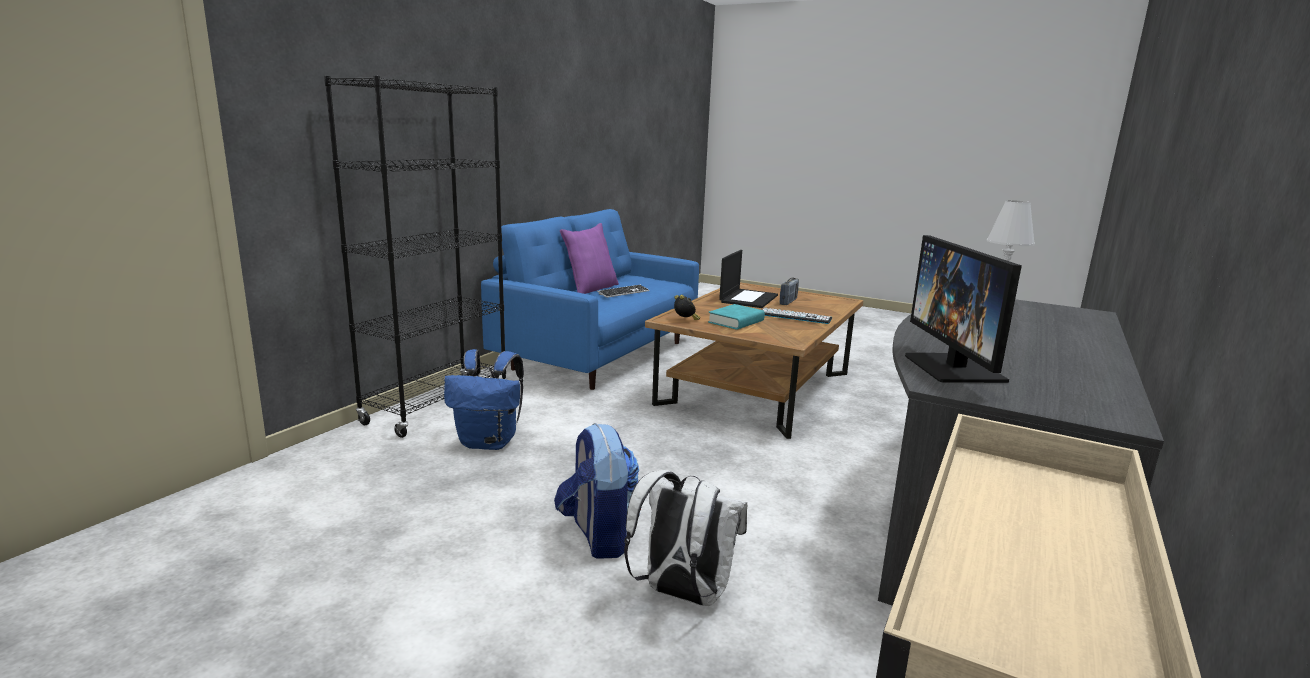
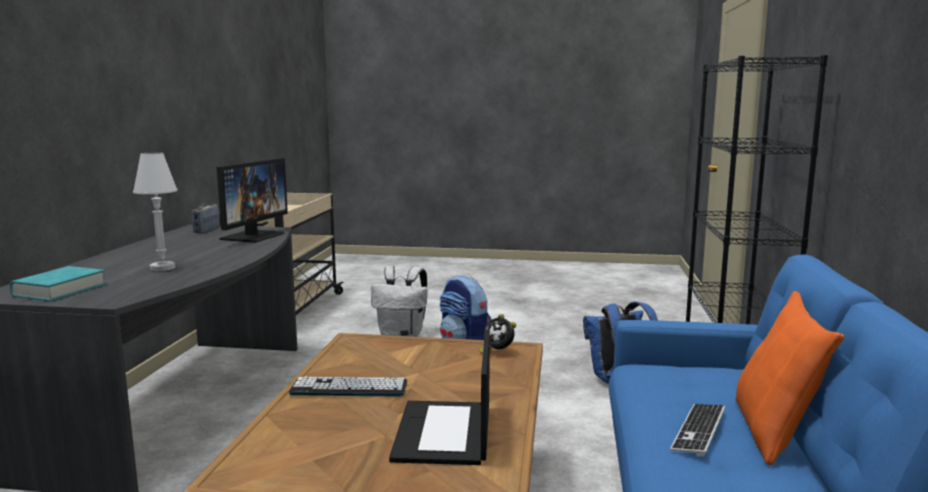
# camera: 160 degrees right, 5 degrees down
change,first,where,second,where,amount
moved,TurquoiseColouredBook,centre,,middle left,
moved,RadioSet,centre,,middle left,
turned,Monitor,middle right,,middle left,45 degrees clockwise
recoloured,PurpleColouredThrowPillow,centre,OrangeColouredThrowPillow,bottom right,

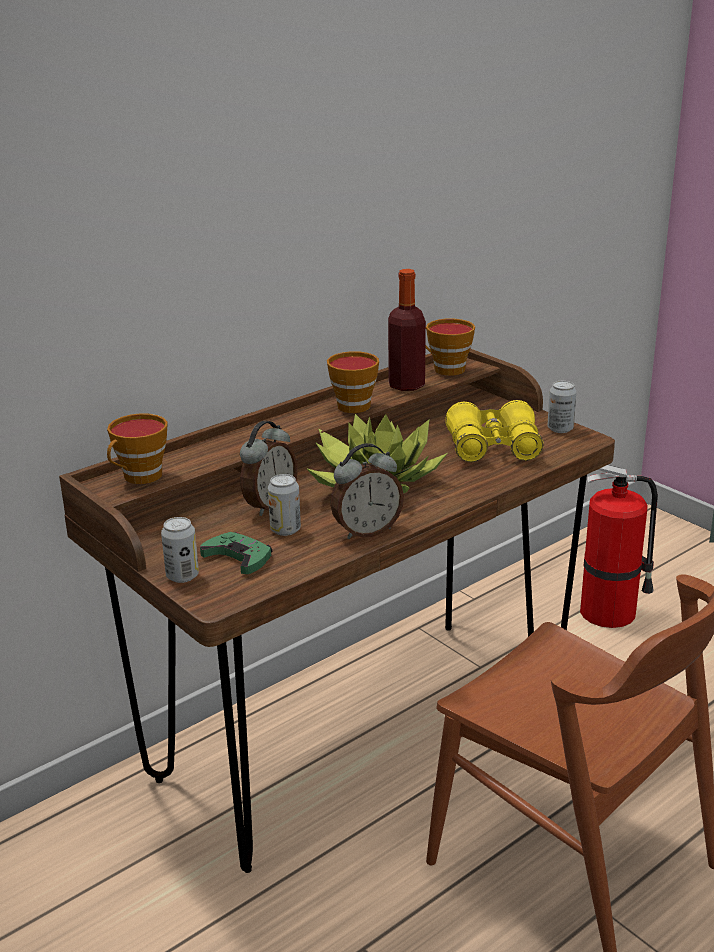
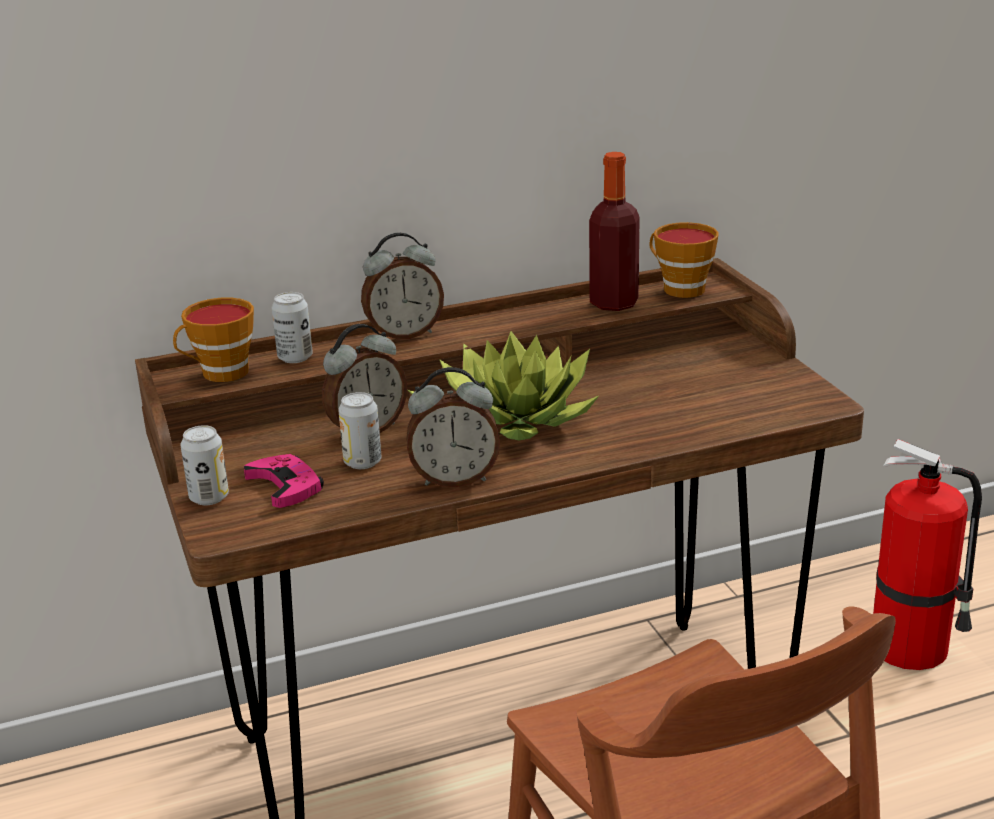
# camera: 20 degrees right, 0 degrees up
change,first,where,second,where,amount
recoloured,GreenColouredGameController,middle left,PinkGameController,middle left,
moved,MetalCan (3rd from left in the first image),middle right,MetalCan (2nd from left),middle left,
added,,,TableClock (2nd from left),centre,
removed,DrinkingCup (2nd from left),centre,,,
removed,YellowFieldGlasses,middle right,,,

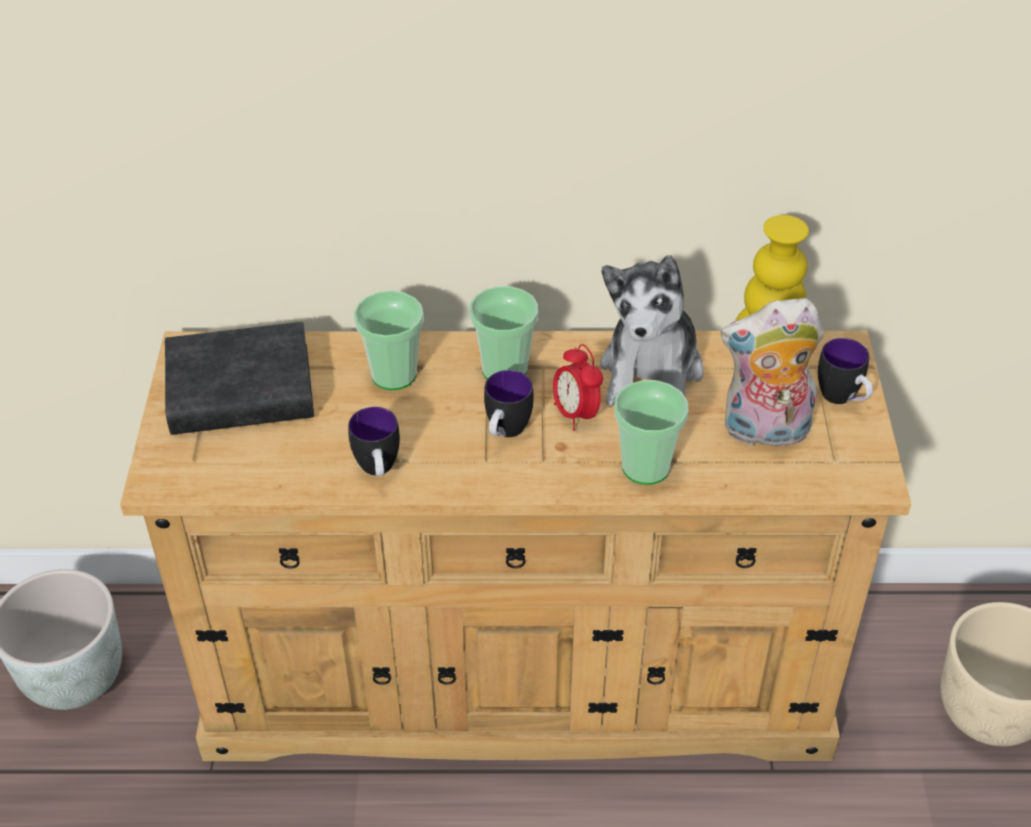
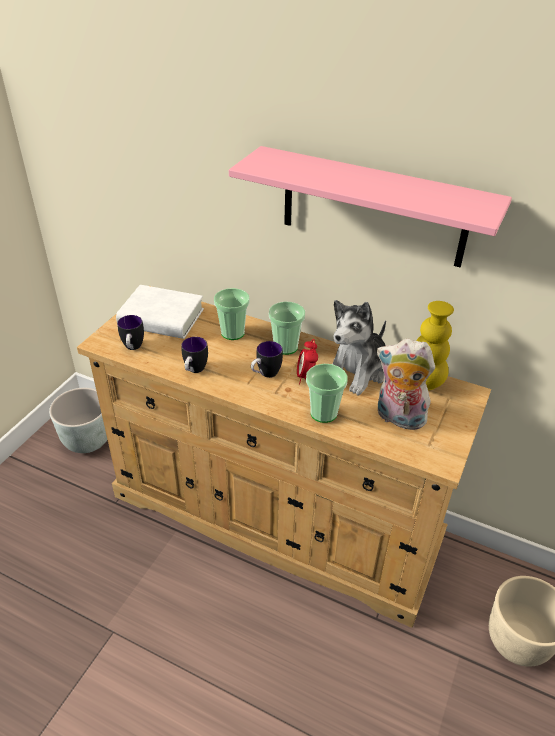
# camera: 25 degrees right, 5 degrees down
change,first,where,second,where,amount
recoloured,BlackColouredBook,middle left,WhiteBook,middle left,
moved,TeaMug (3rd from left in the first image),middle right,TeaMug (1st from left),middle left,
added,,,PinkShelf,top right,

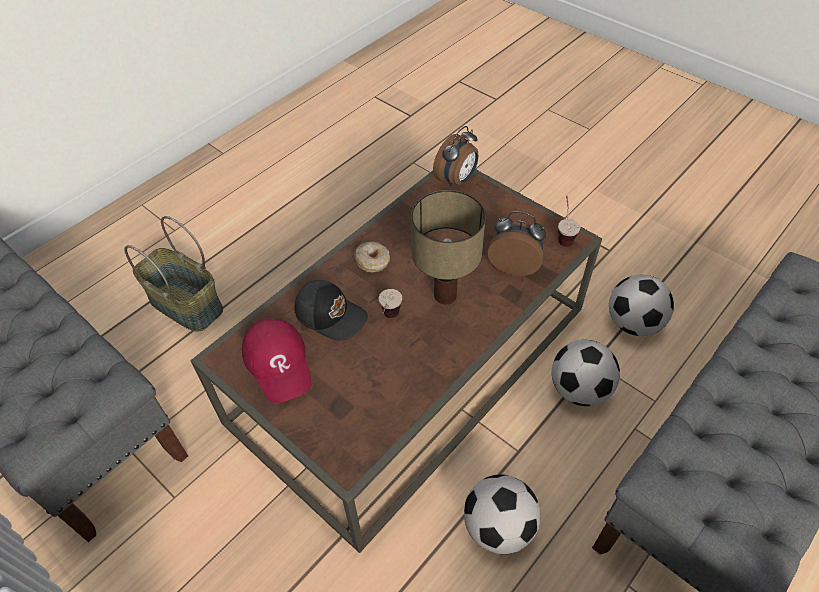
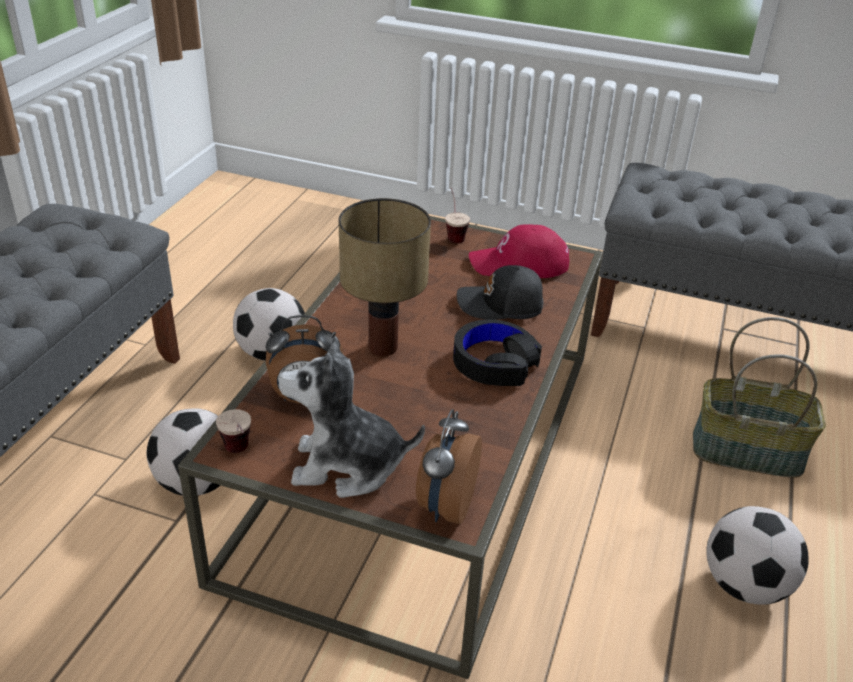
# camera: 155 degrees right, 15 degrees down
change,first,where,second,where,amount
added,,,PlushToy,centre,
moved,DrinkingCup (1st from left in the first image),centre,DrinkingCup (2nd from left),top centre,
replaced,RingDoughnut,centre,BlackColouredHeadset,centre,
turned,RedColouredCap,centre,,centre,45 degrees counterclockwise
moved,BallForFootball (3rd from left),middle right,,bottom right,

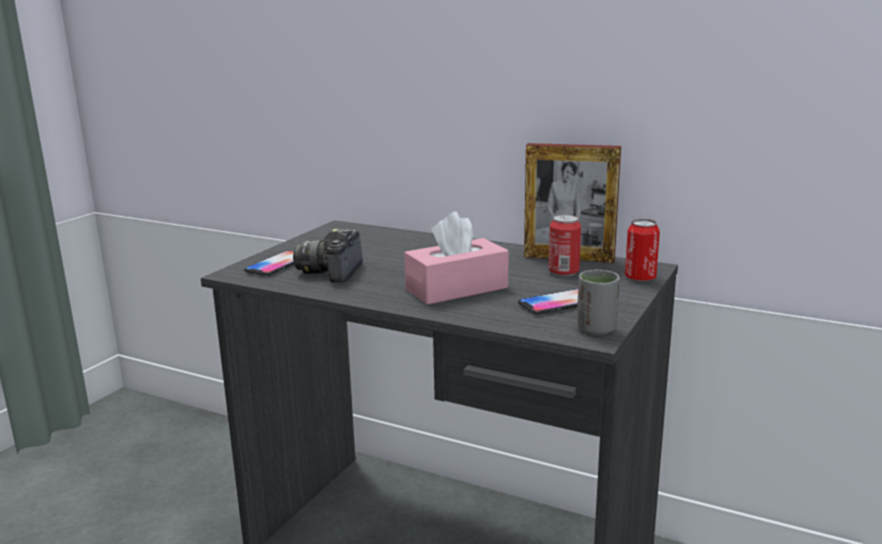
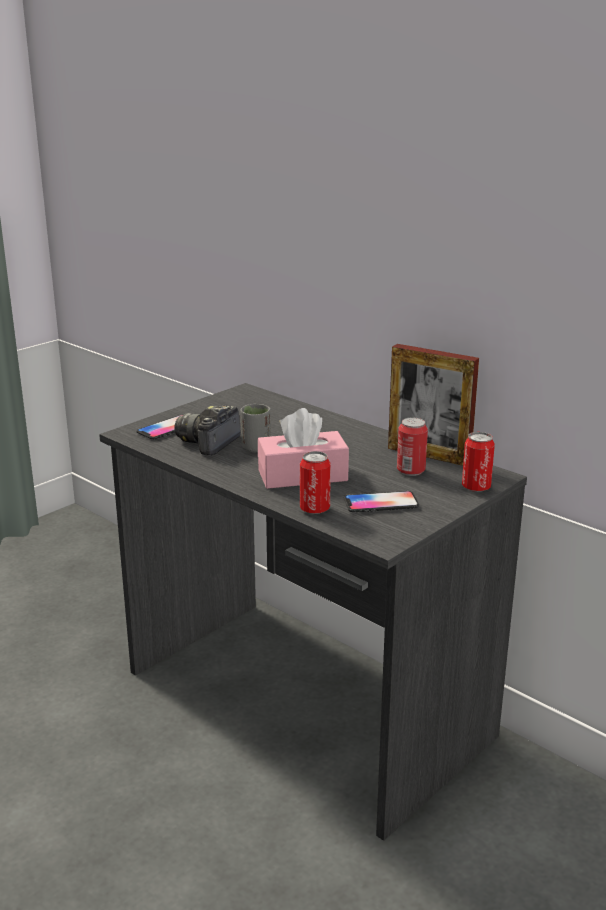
# camera: 15 degrees right, 5 degrees up
change,first,where,second,where,amount
moved,GreyDrinkingCup,middle right,,centre,
added,,,MetalCan (1st from left),centre,

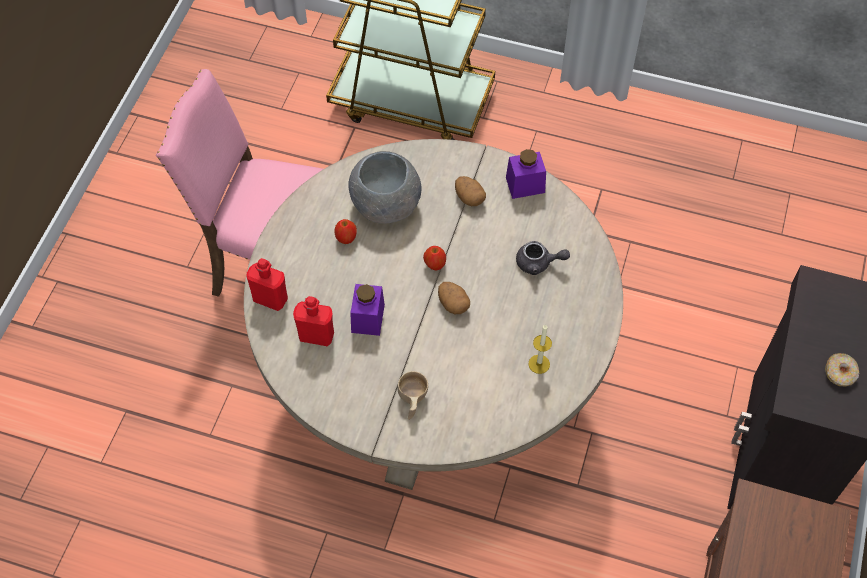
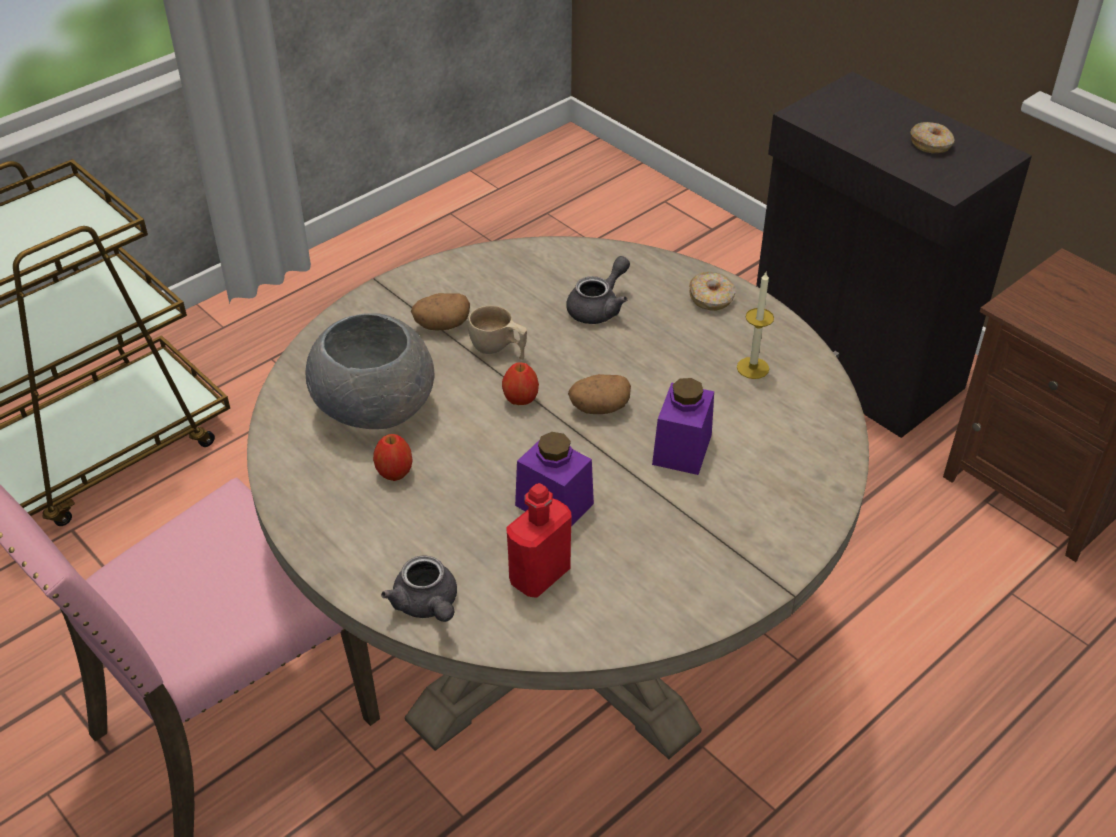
# camera: 60 degrees left, 15 degrees down
change,first,where,second,where,amount
replaced,RedColouredDrinkBottle (1st from left),middle left,GreyTeaPot (1st from left),bottom centre,
moved,BeigeColouredDrinkingCup,bottom centre,,centre,
moved,PurpleColouredStorageJar (2nd from left),top centre,,centre,
added,,,RingDoughnut (1st from left),centre,

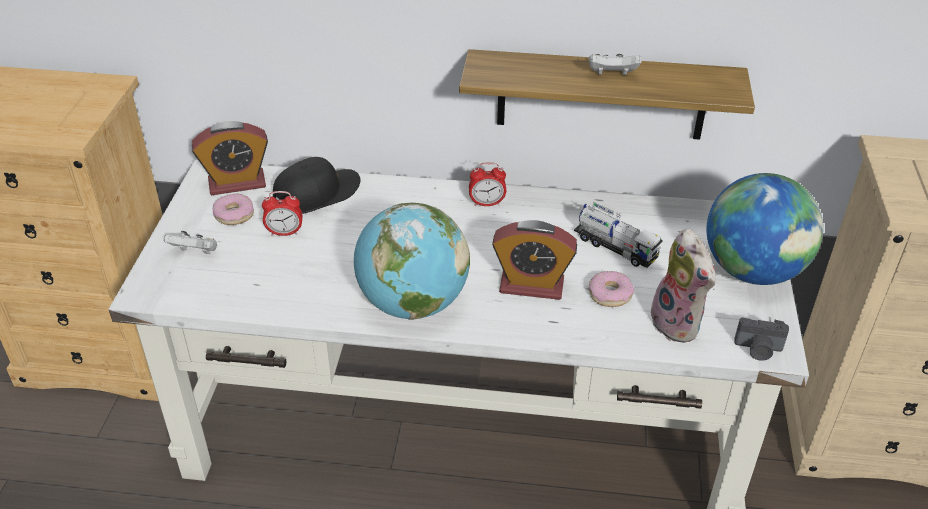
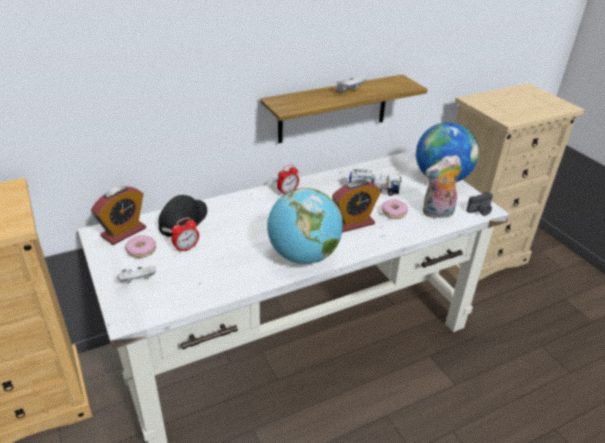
# camera: 35 degrees left, 5 degrees down
change,first,where,second,where,amount
turned,PlushToy,middle right,,middle right,135 degrees clockwise

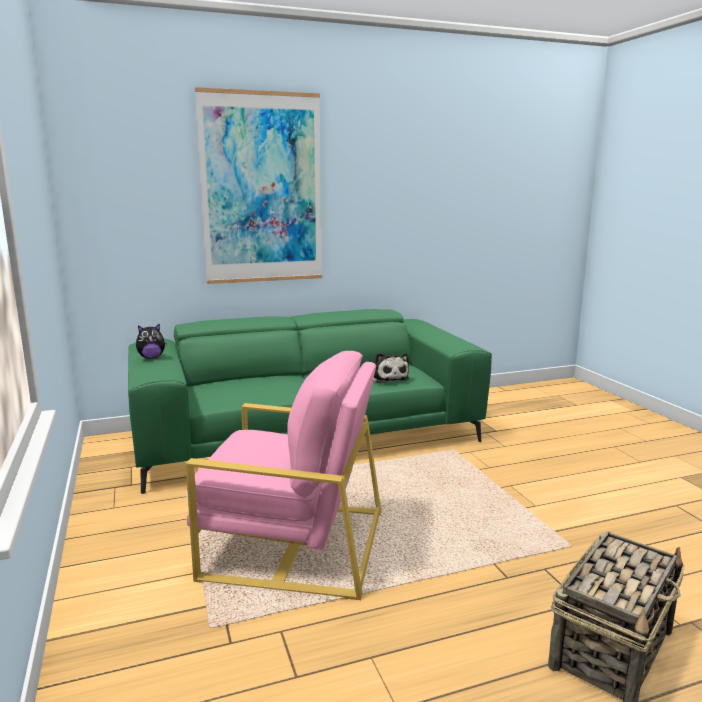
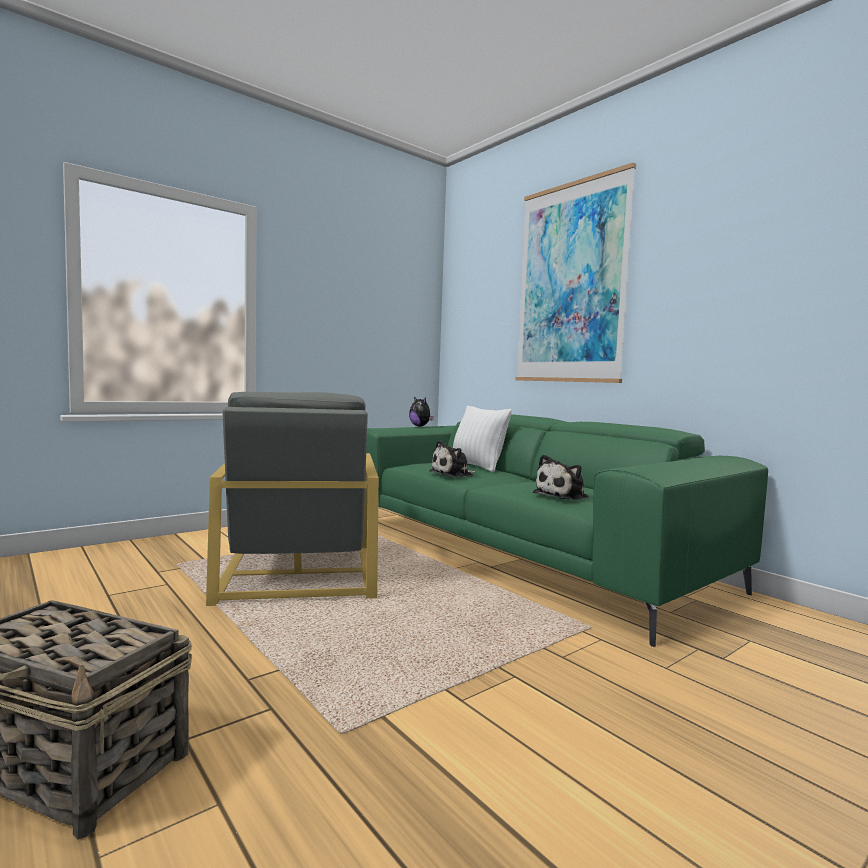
# camera: 70 degrees right, 10 degrees down
change,first,where,second,where,amount
recoloured,PinkEasyChair,bottom centre,GreyEasyChair,centre,
added,,,PlushToy (2nd from left),centre,
added,,,WhiteThrowPillow,centre,

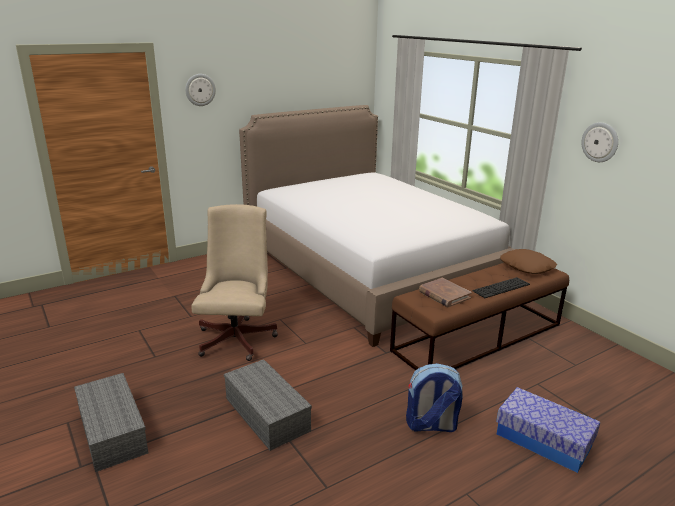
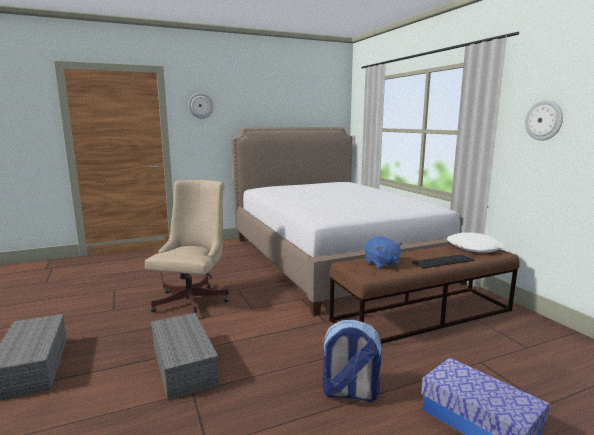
# camera: 10 degrees right, 10 degrees down
change,first,where,second,where,amount
replaced,BrownishBook,centre,BluePlushToy,centre,
recoloured,BrownishThrowPillow,middle right,WhiteThrowPillow,middle right,

